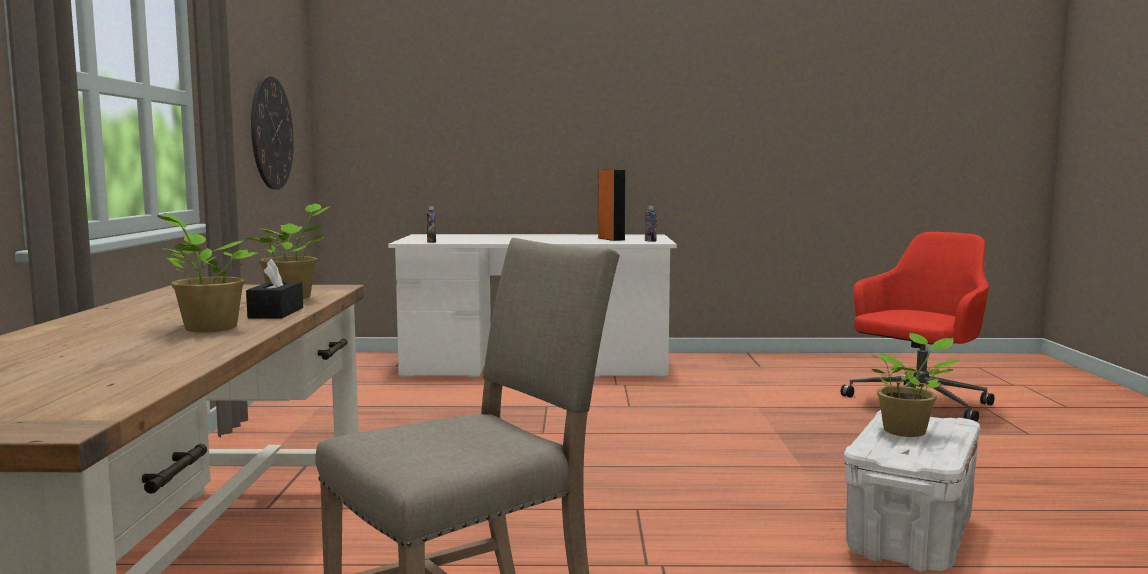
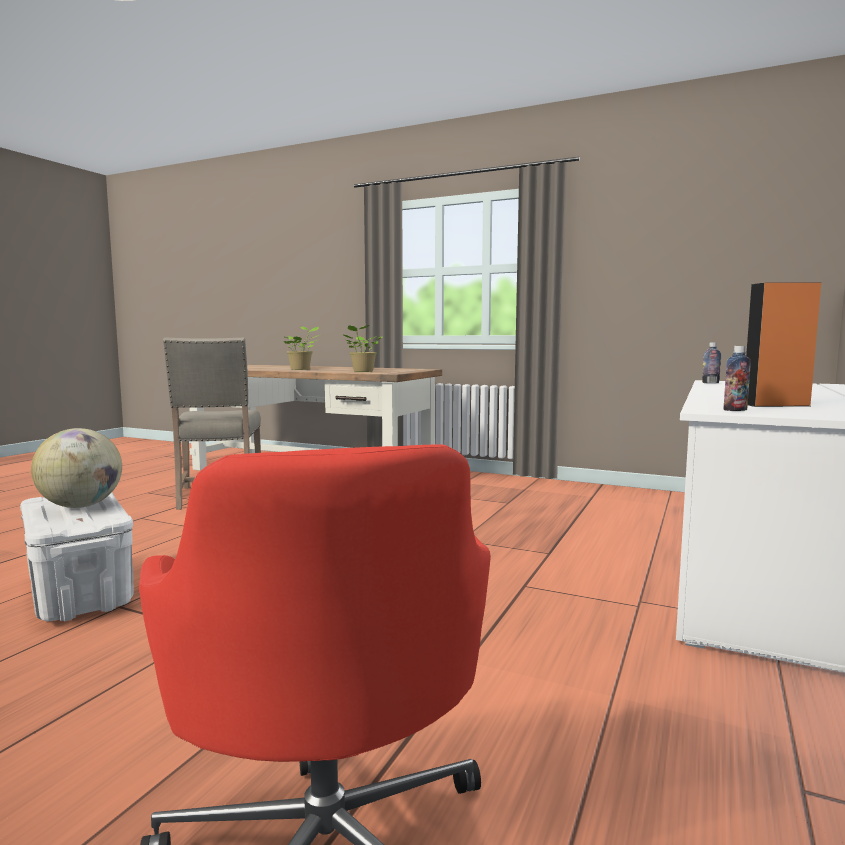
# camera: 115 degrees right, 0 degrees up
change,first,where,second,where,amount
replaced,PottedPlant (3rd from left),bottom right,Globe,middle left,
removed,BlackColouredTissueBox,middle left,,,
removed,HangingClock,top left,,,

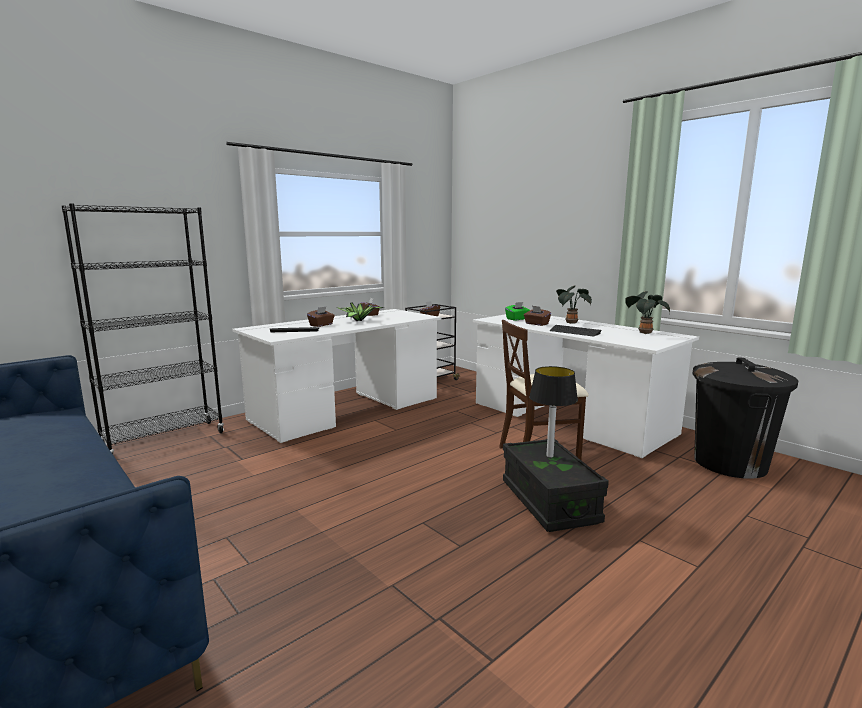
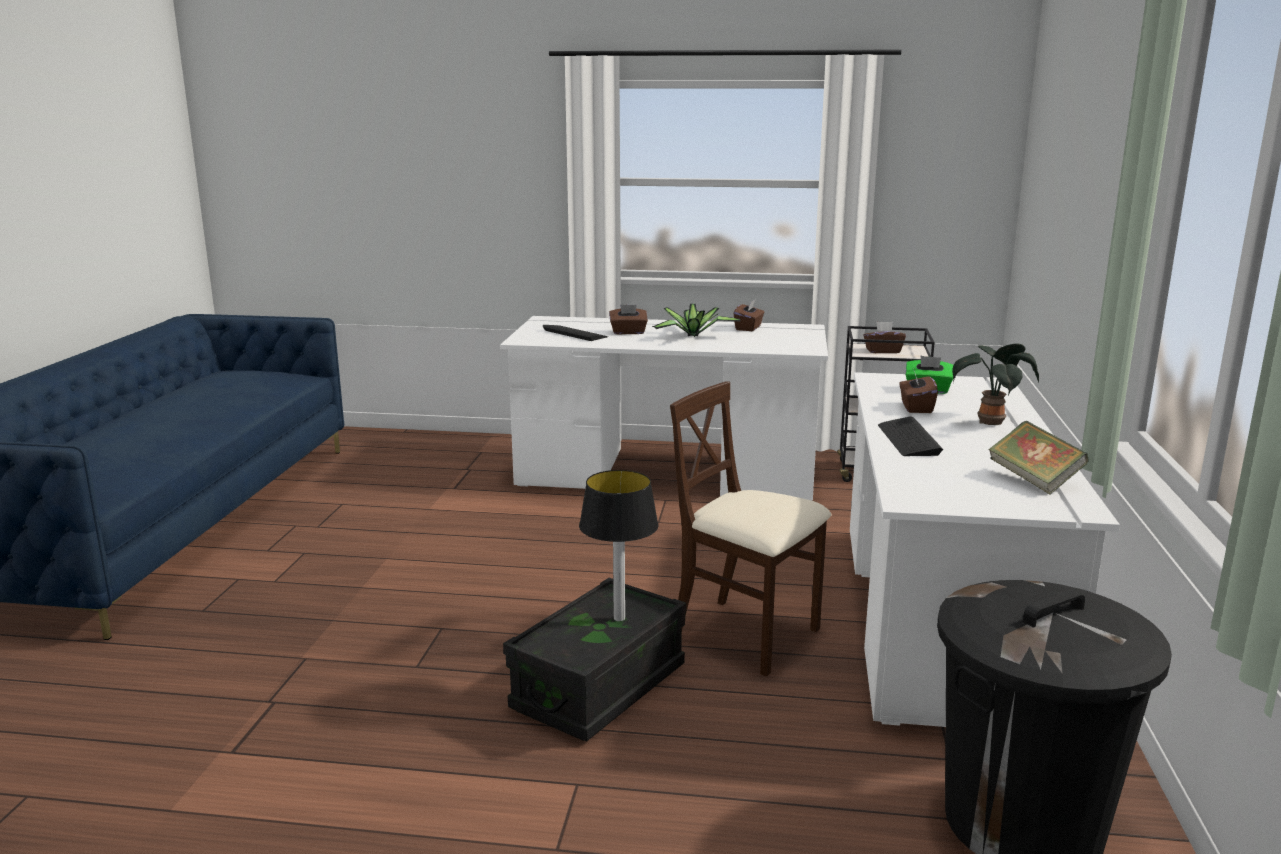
# camera: 50 degrees right, 5 degrees up
change,first,where,second,where,amount
replaced,PottedPlant (3rd from left),middle right,Book,middle right,
removed,BlackColouredBookshelf,middle left,,,

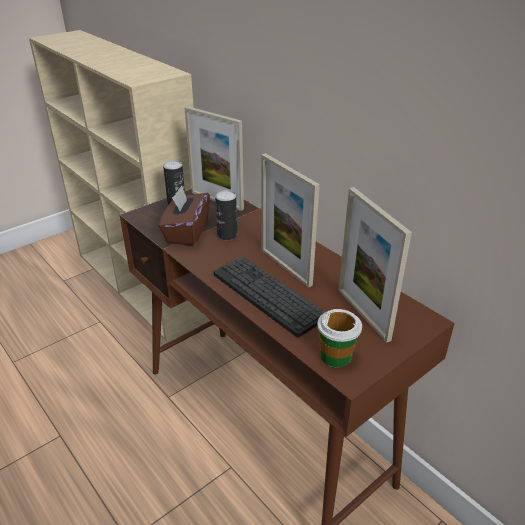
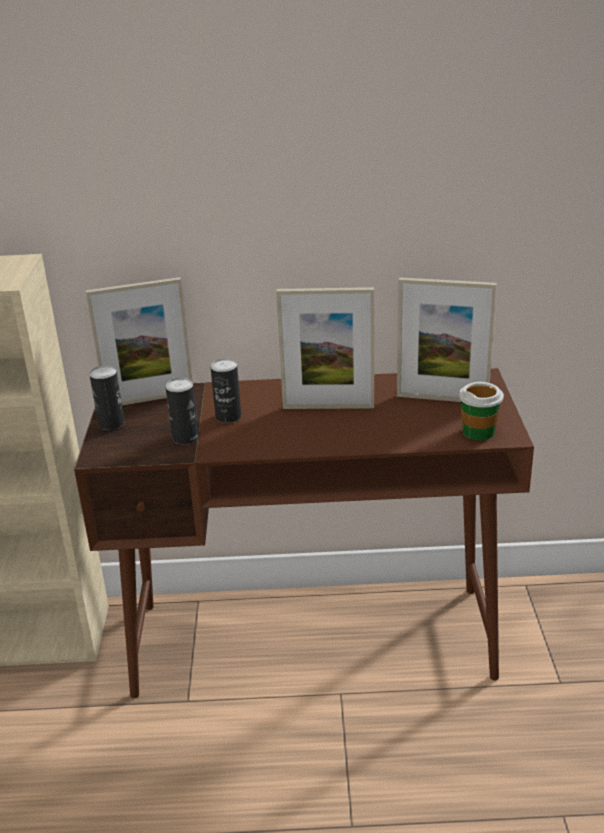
# camera: 50 degrees left, 5 degrees down
change,first,where,second,where,amount
replaced,BrownishTissueBox,centre,MetalCan (2nd from left),middle left,
removed,ComputerKeyboard,centre,,,

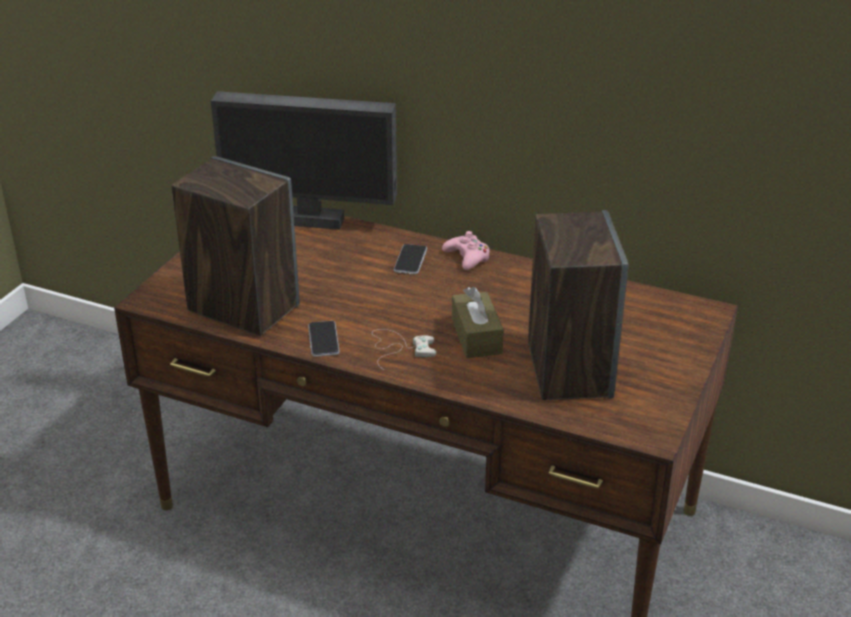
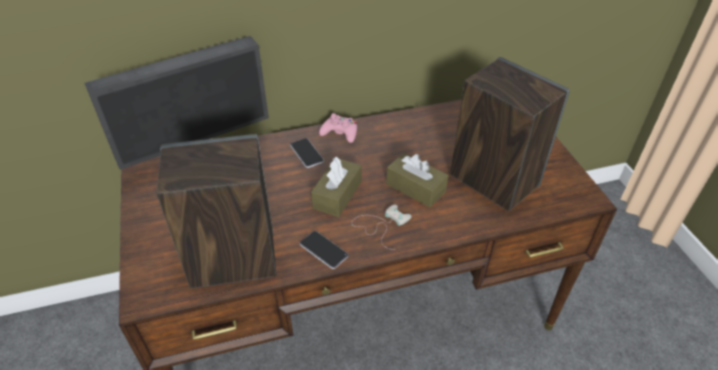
# camera: 40 degrees left, 10 degrees up
change,first,where,second,where,amount
added,,,BrownishTissueBox (1st from left),centre,

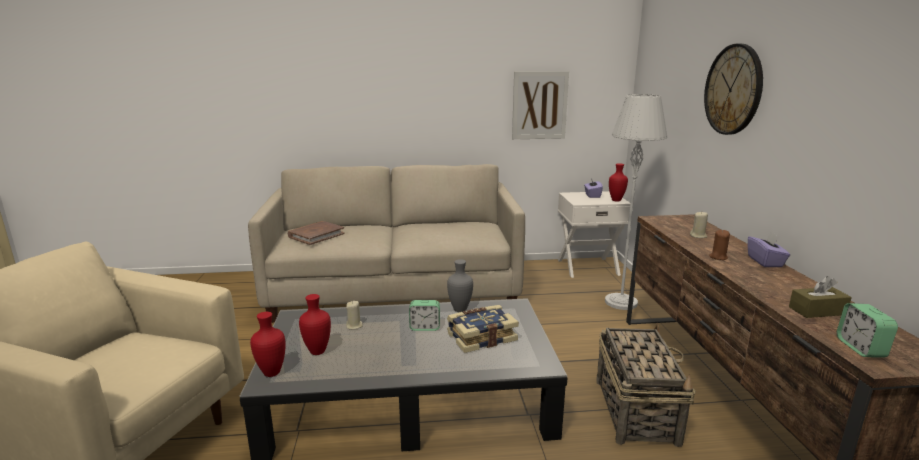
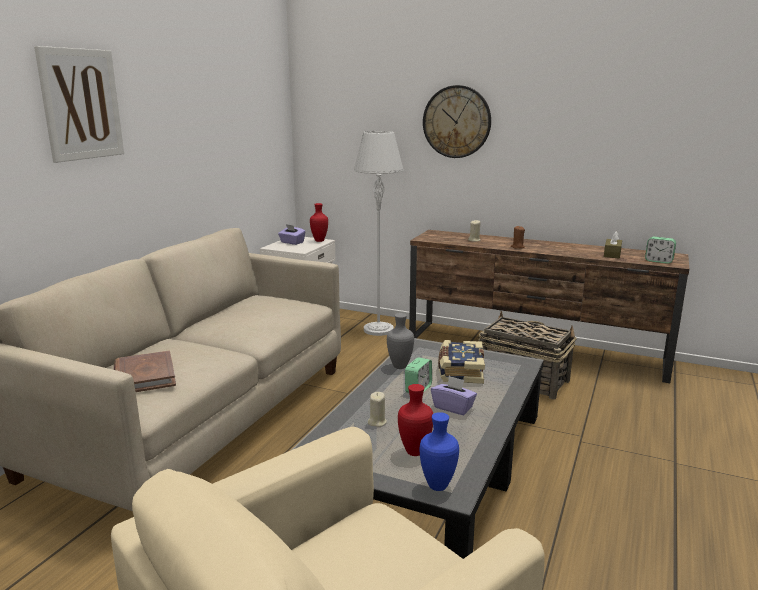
# camera: 60 degrees left, 0 degrees up
change,first,where,second,where,amount
moved,WallPicture,top centre,,top left,
recoloured,RedColouredVase (1st from left),bottom left,BlueVase,bottom centre,
moved,PurpleColouredTissueBox (2nd from left),middle right,,bottom centre,

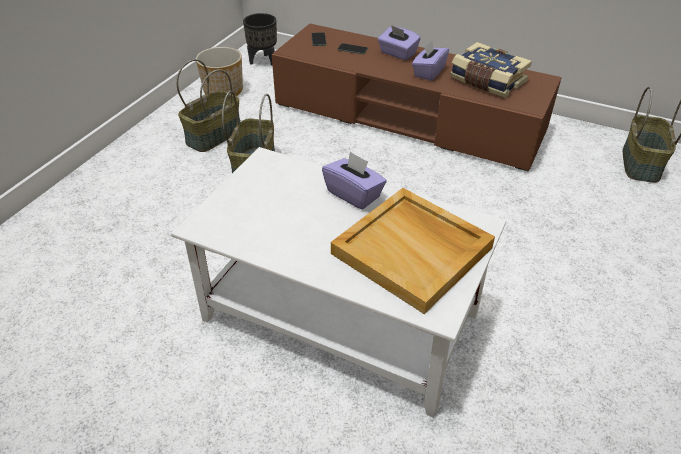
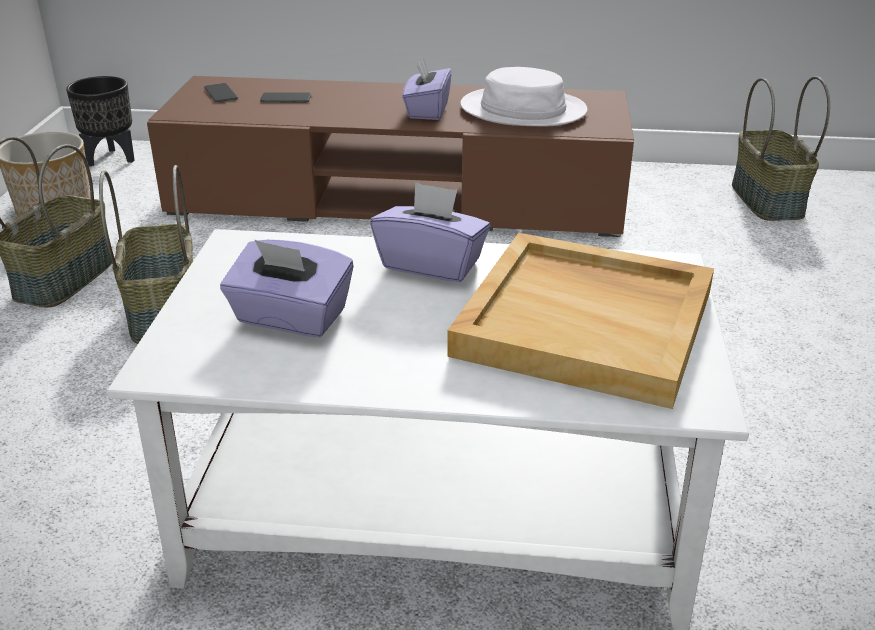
# camera: 20 degrees left, 10 degrees down
change,first,where,second,where,amount
moved,PurpleColouredTissueBox (2nd from left in the first image),top centre,PurpleColouredTissueBox (1st from left),middle left,
replaced,Book,top right,WhiteWearableHat,top centre,

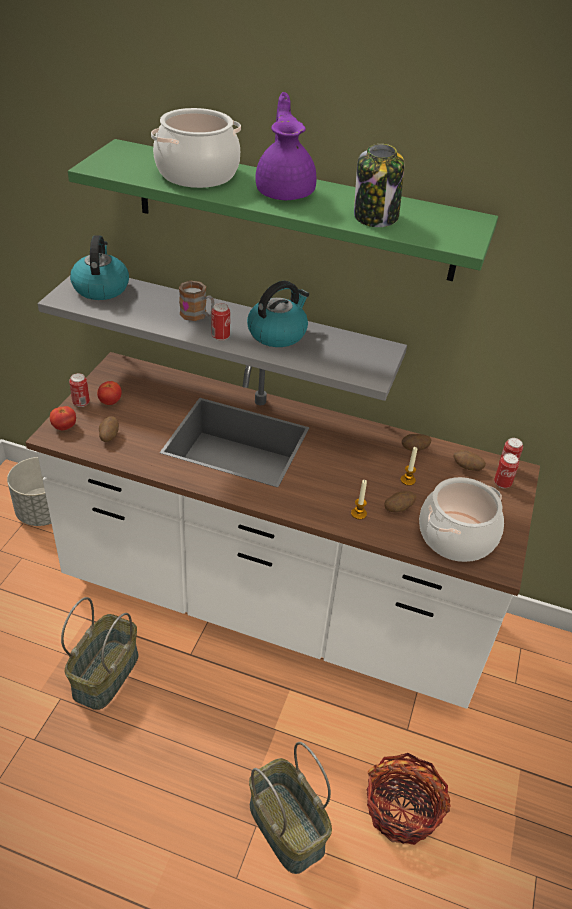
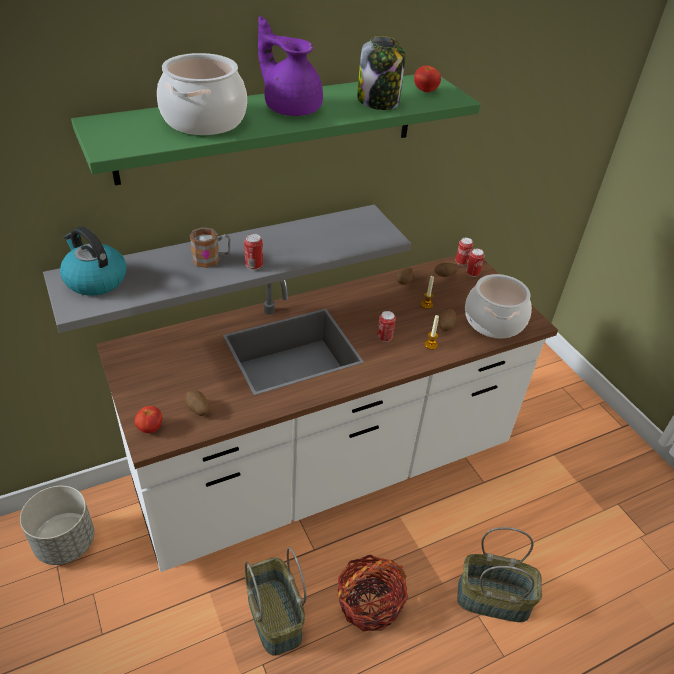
# camera: 45 degrees left, 0 degrees up
change,first,where,second,where,amount
moved,Basket (3rd from left in the first image),bottom right,Basket (2nd from left),bottom centre,
moved,MetalCan (1st from left in the first image),middle left,MetalCan (2nd from left),centre,
moved,Tomato (2nd from left),middle left,,top centre,
removed,TeaKettle (2nd from left),centre,,,

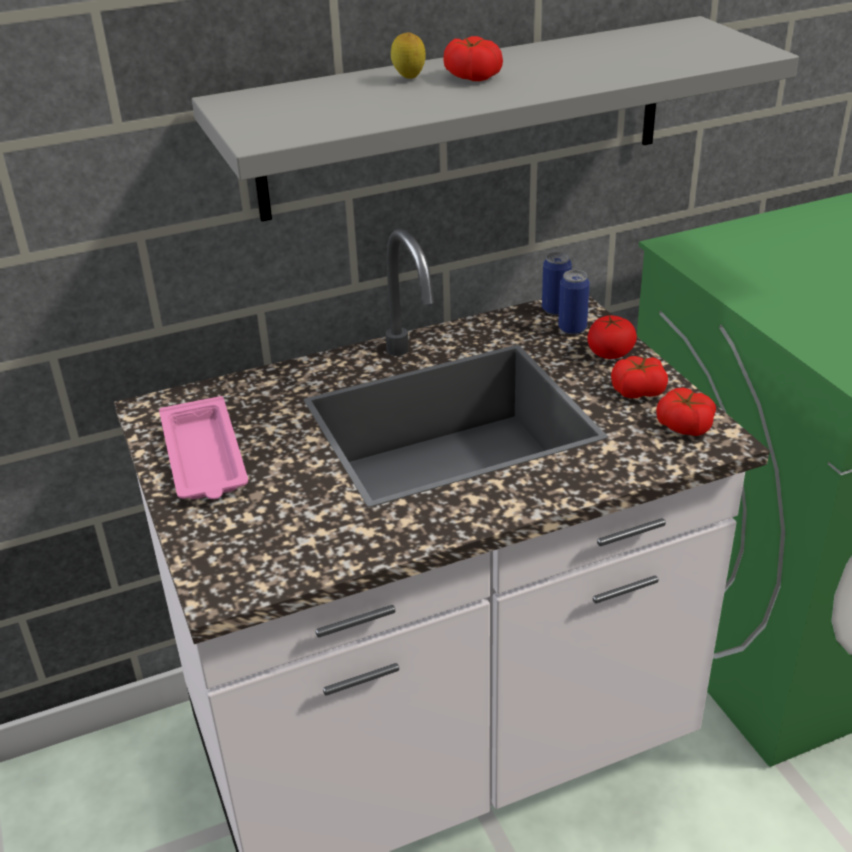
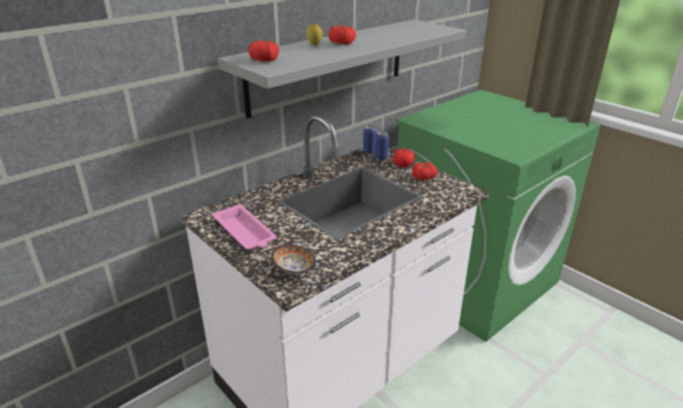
# camera: 20 degrees left, 5 degrees down
change,first,where,second,where,amount
moved,Tomato (4th from left in the first image),middle right,Tomato (1st from left),top centre,
added,,,DeepDish,centre,

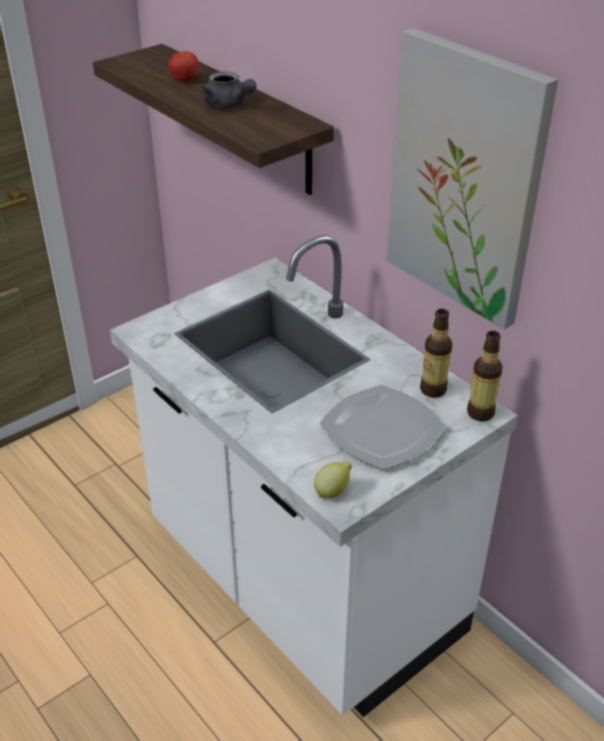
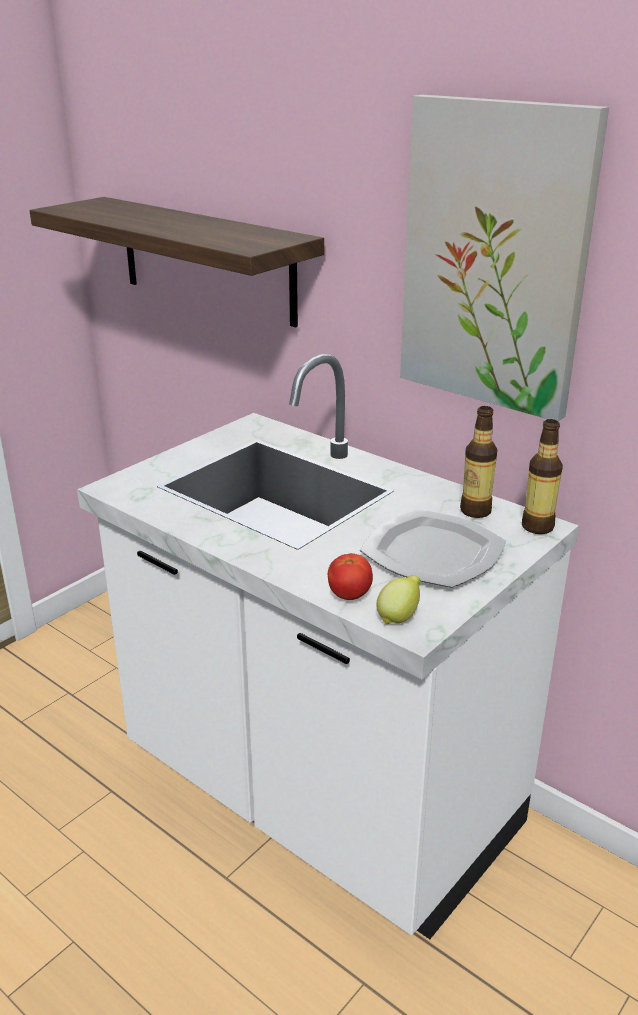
# camera: 10 degrees left, 10 degrees down
change,first,where,second,where,amount
moved,Tomato,top left,,centre,
removed,GreyTeaPot,top centre,,,

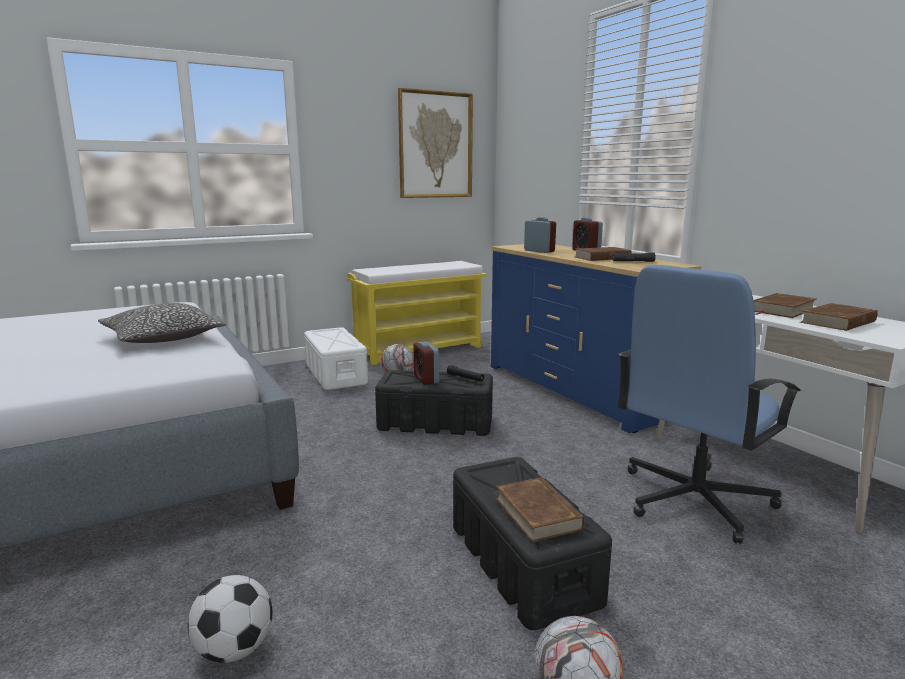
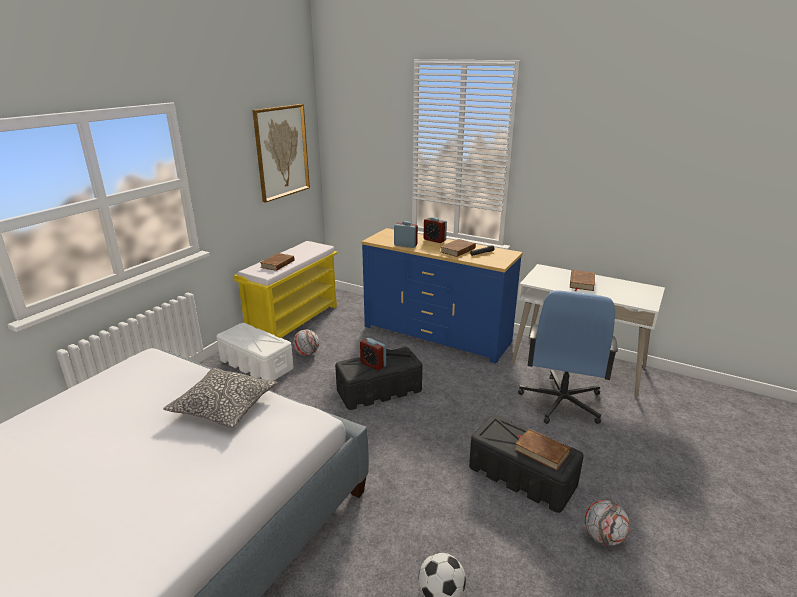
# camera: 30 degrees left, 10 degrees up
change,first,where,second,where,amount
moved,BrownishBook (4th from left in the first image),middle right,BrownishBook (1st from left),centre,

